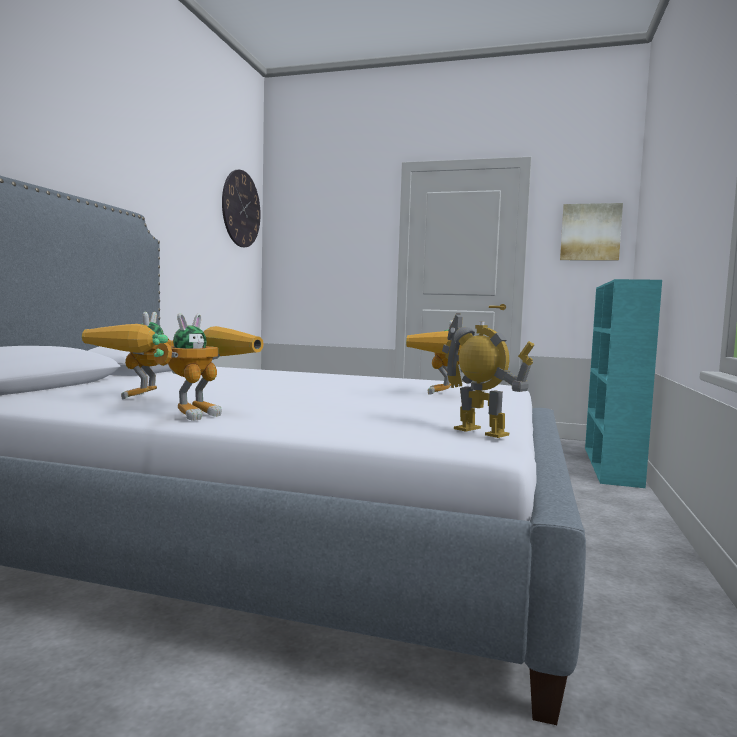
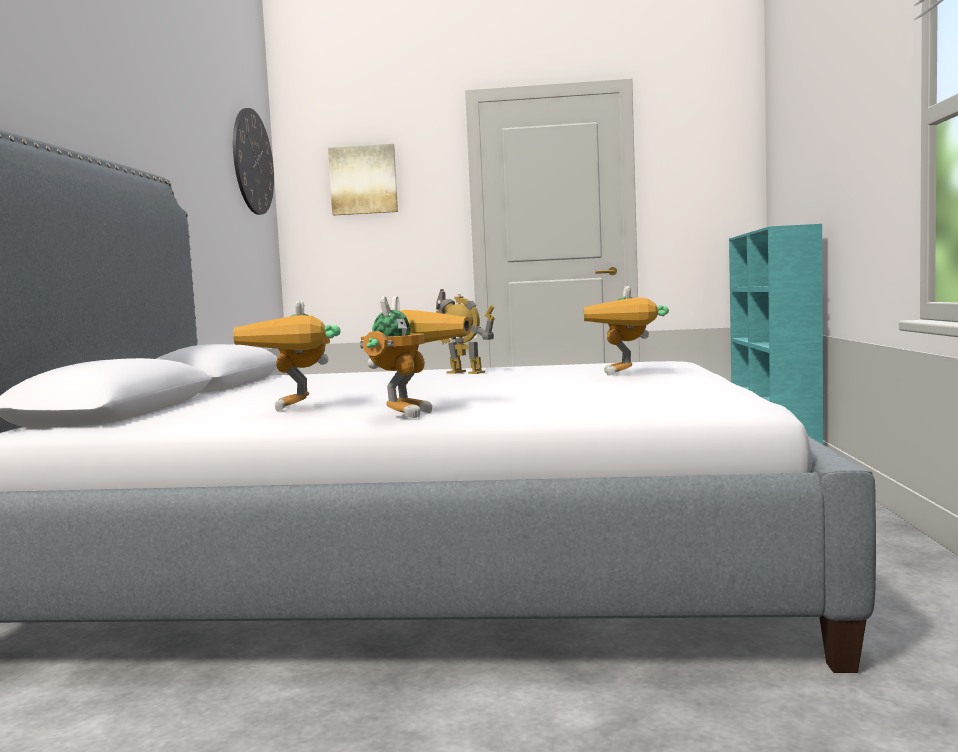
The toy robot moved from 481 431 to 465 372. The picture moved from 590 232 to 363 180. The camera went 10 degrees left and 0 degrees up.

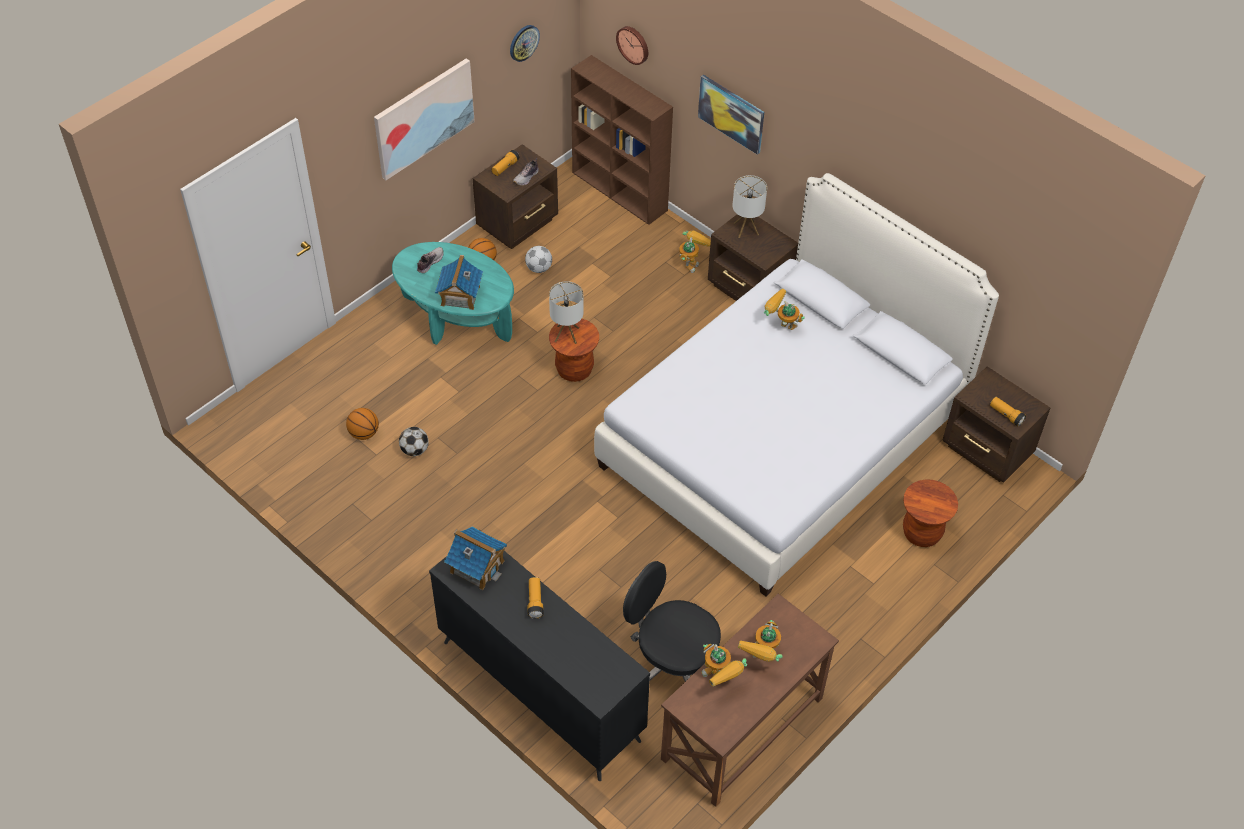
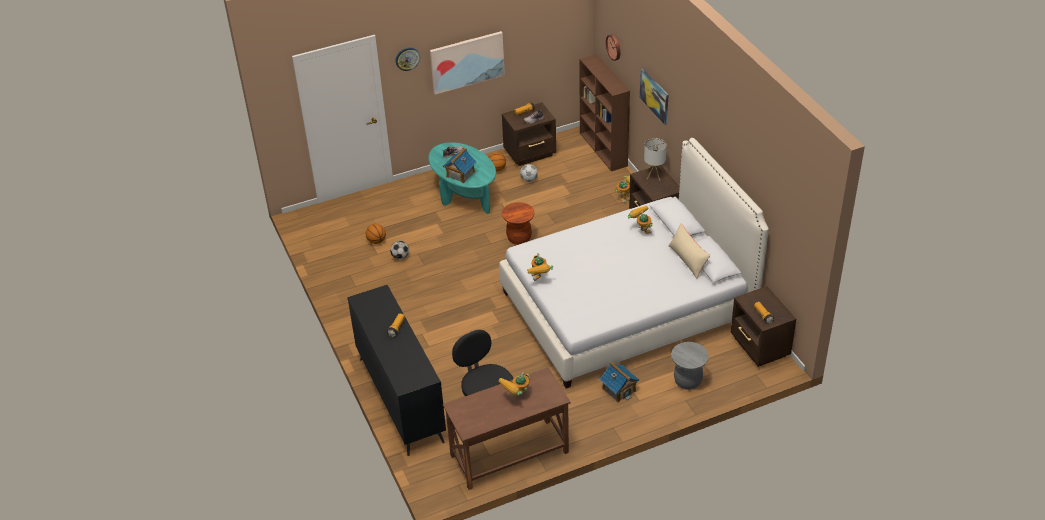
The table lamp at 566 334 disappeared. The beige pillow at 688 260 appeared. The toy house moved from 477 566 to 619 389. The wall clock moved from 523 42 to 407 58. The toy robot moved from 720 680 to 539 279. The brown stool at 921 533 became the grey stool at 687 381. The camera went 25 degrees right and 10 degrees down.

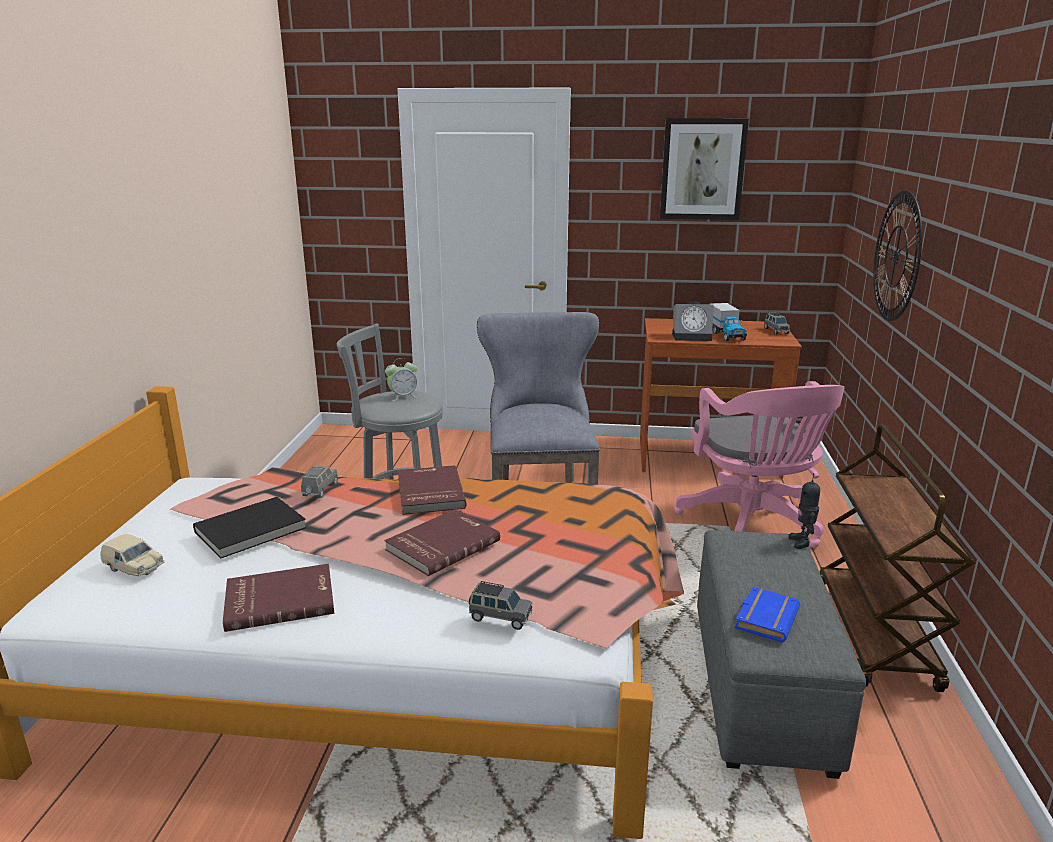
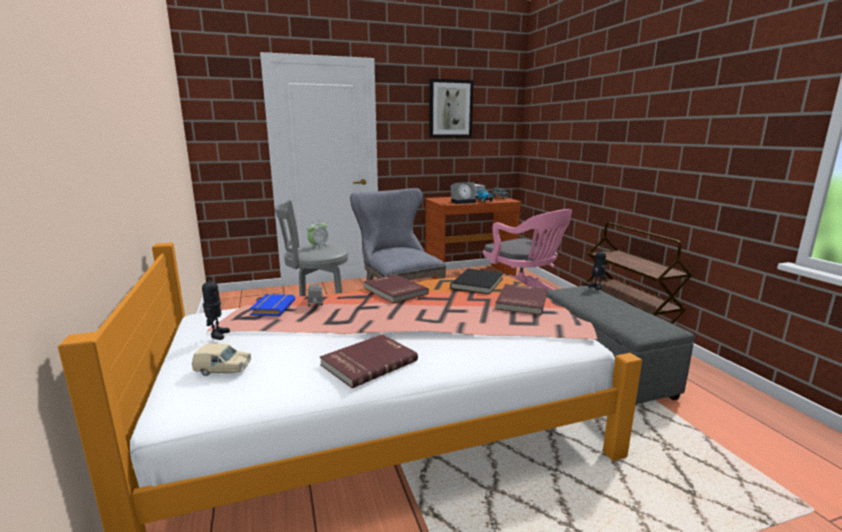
The grey toy car at 499 618 disappeared. The wall clock at 896 256 disappeared. The toy robot at 217 335 appeared. The black book moved from 251 531 to 478 283. The red book moved from 441 544 to 520 301. The blue book moved from 765 618 to 272 308. The camera went 25 degrees left and 5 degrees down.

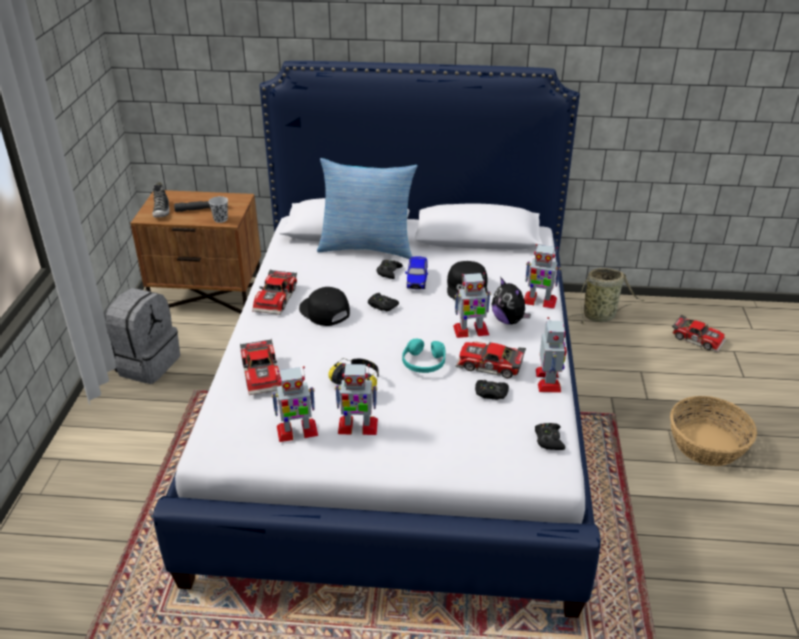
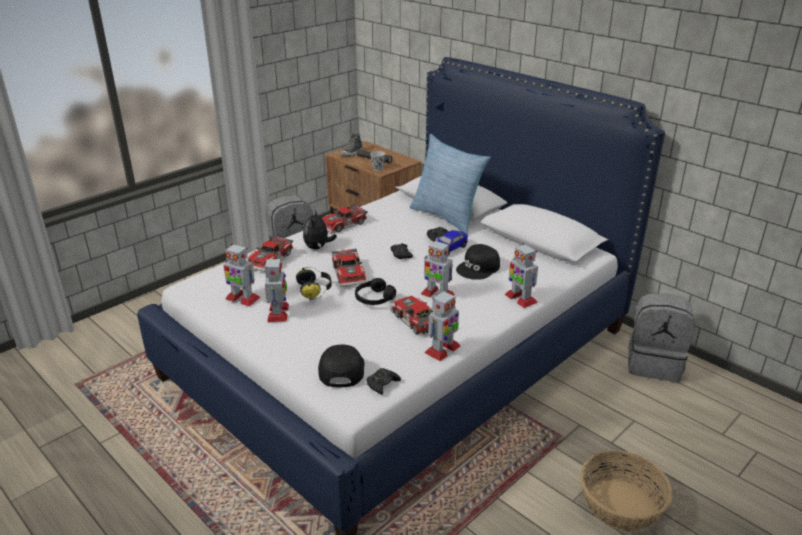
The black game controller at 491 393 disappeared. The black cap moved from 324 311 to 340 369. The plush toy moved from 509 320 to 318 247. The toy car moved from 698 338 to 350 273. The basket at 601 316 was replaced by the grey backpack at 654 364. The turquoise headphones at 423 363 became the black headphones at 374 298. The toy robot at 357 426 turned 135 degrees counterclockwise. The camera went 40 degrees right and 5 degrees down.

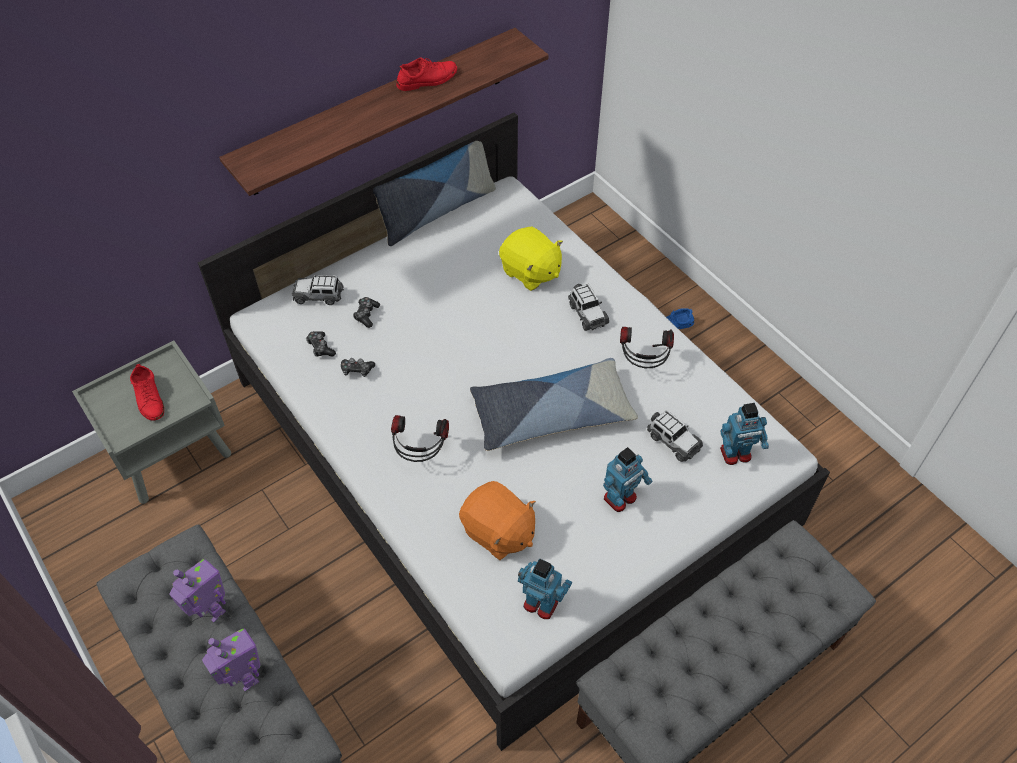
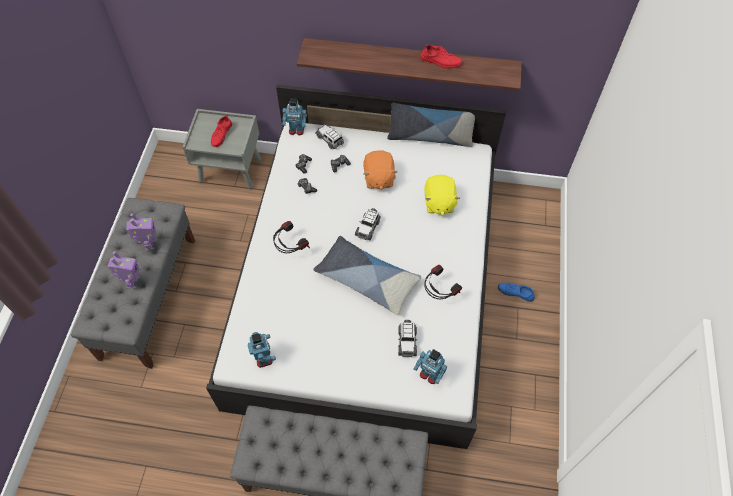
The orange plush toy moved from 498 532 to 378 178. The toy car moved from 587 313 to 368 228. The toy robot moved from 620 498 to 296 130. The camera went 45 degrees right and 5 degrees up.

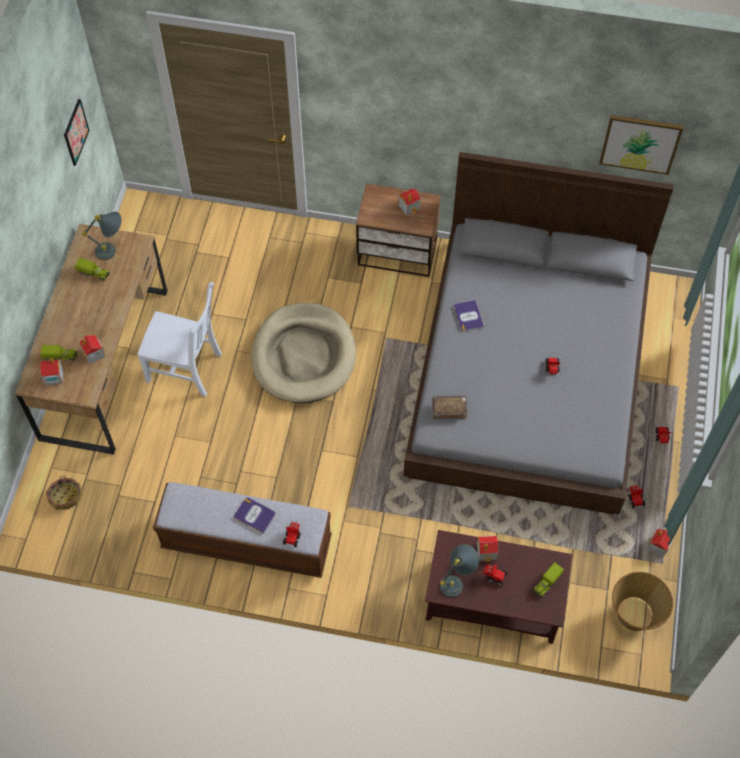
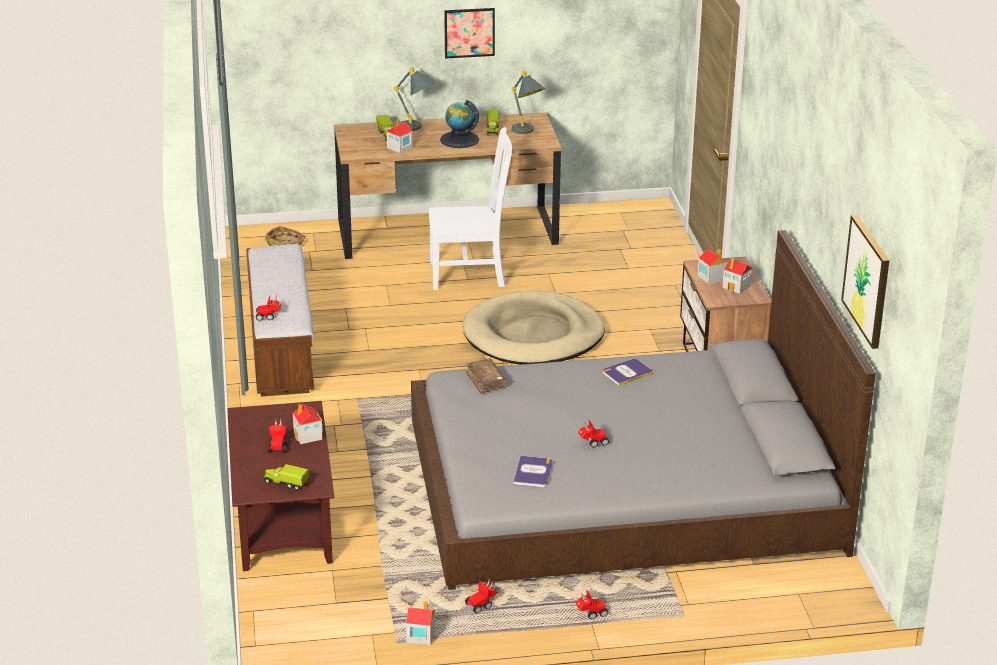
The basket at 634 614 disappeared. The globe at 459 140 appeared. The toy house moved from 53 376 to 711 277. The picture moved from 75 132 to 469 32. The book moved from 254 515 to 533 472. The grey table lamp moved from 457 581 to 417 128. The white chair at 187 368 turned 90 degrees counterclockwise. The camera went 70 degrees right and 30 degrees down.

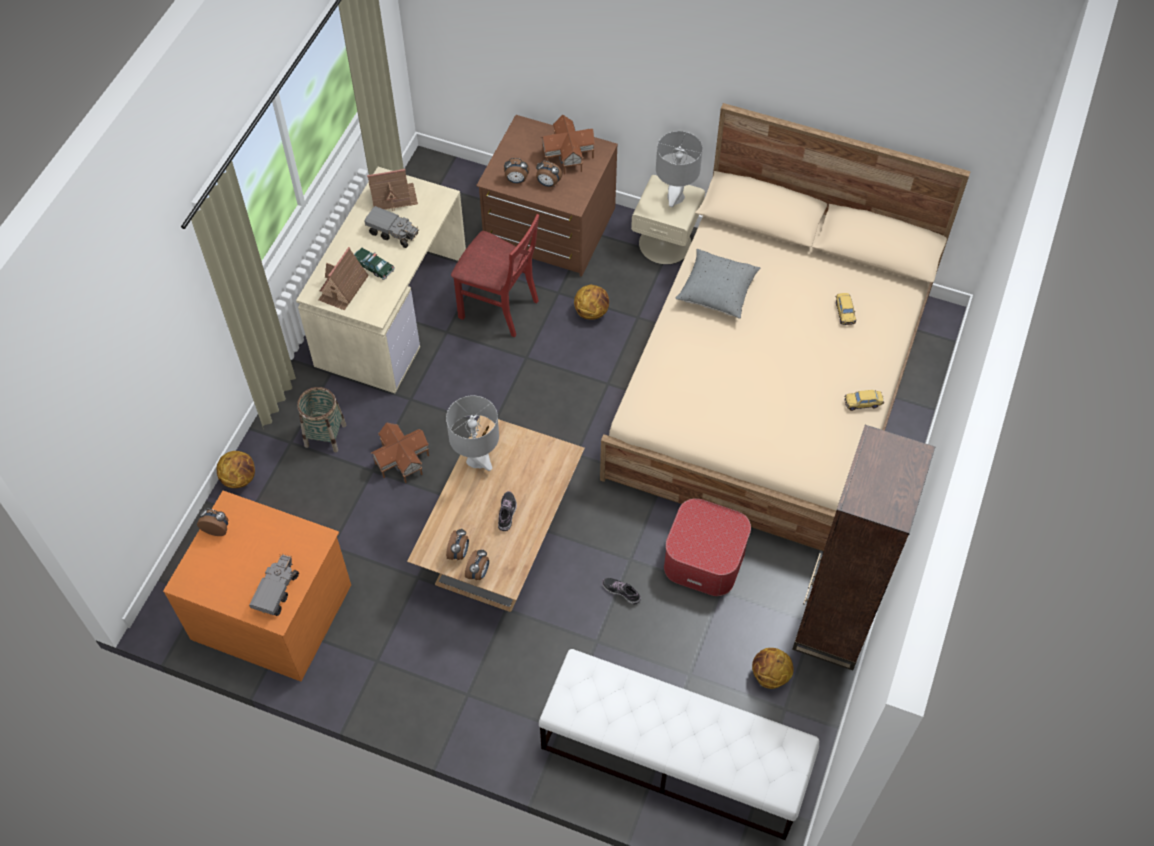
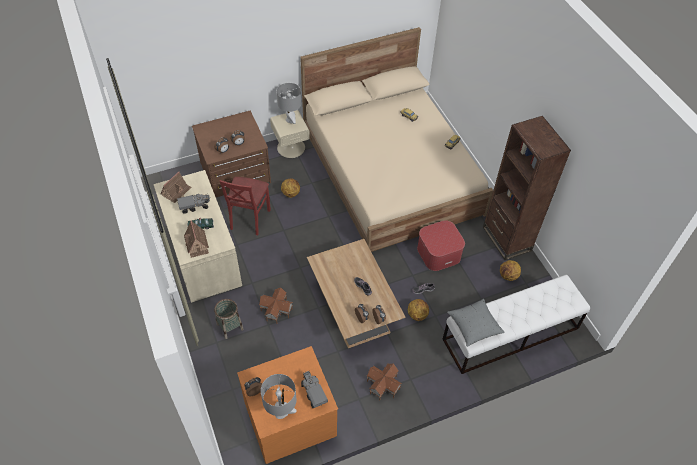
The basketball moved from 240 478 to 417 314. The grey table lamp moved from 476 460 to 281 413. The toy house moved from 567 155 to 382 385. The grey pillow moved from 717 292 to 474 326. The red chair at 499 307 turned 120 degrees clockwise. The camera went 45 degrees left and 5 degrees down.

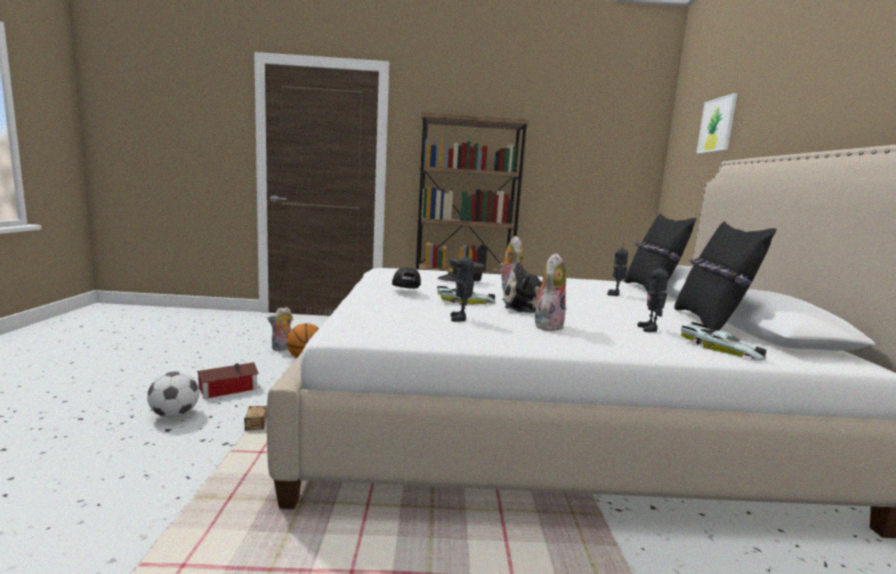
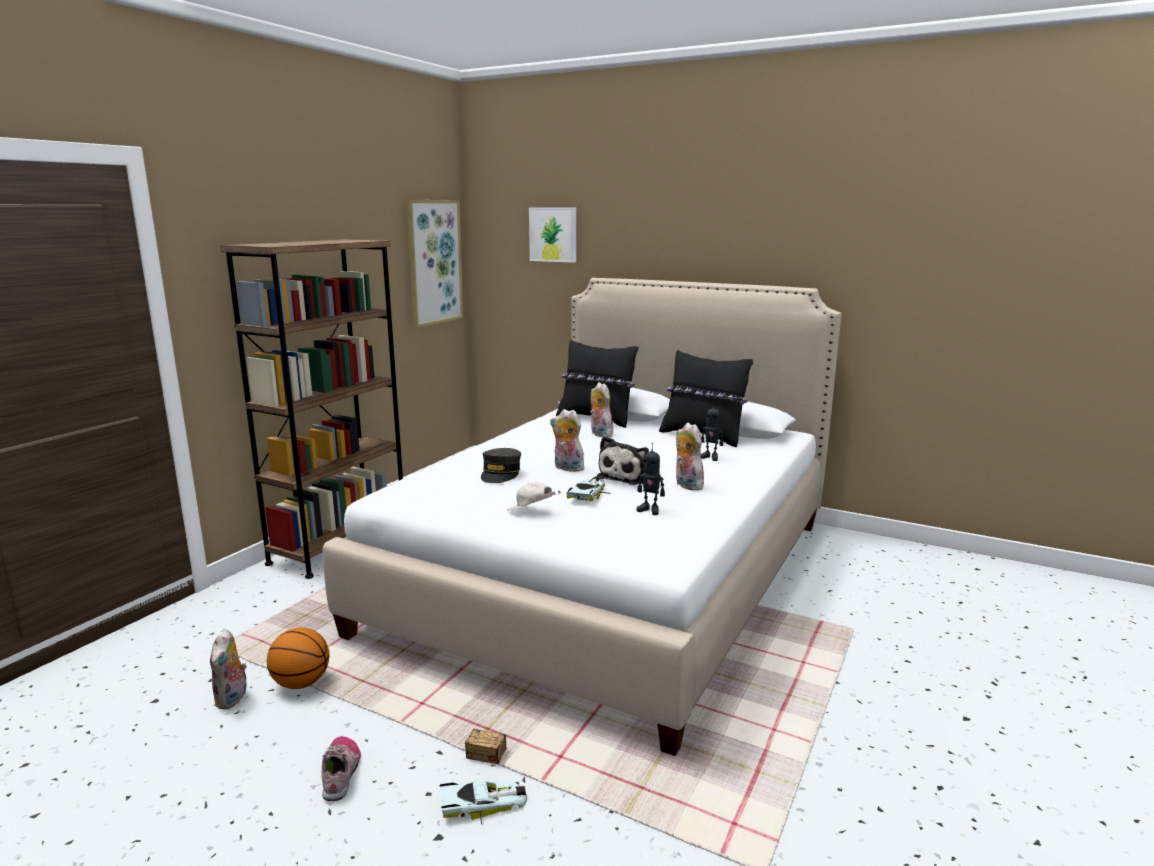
The football at 175 415 disappeared. The picture at 434 262 appeared. The toy car moved from 721 348 to 483 804. The toy house at 226 388 was replaced by the shoe at 341 772. The toy robot at 615 294 was replaced by the plush toy at 599 434. The black cap at 405 292 became the white cap at 531 511. The camera went 60 degrees left and 5 degrees up.

